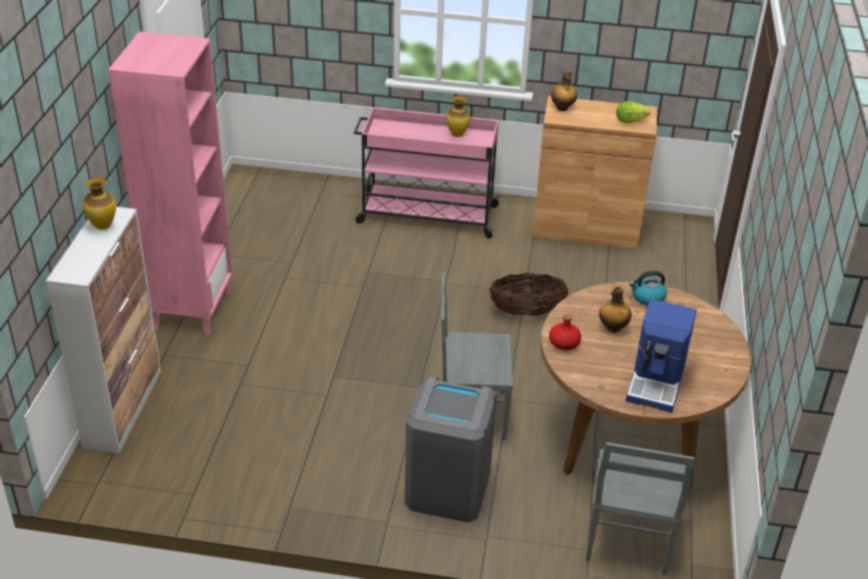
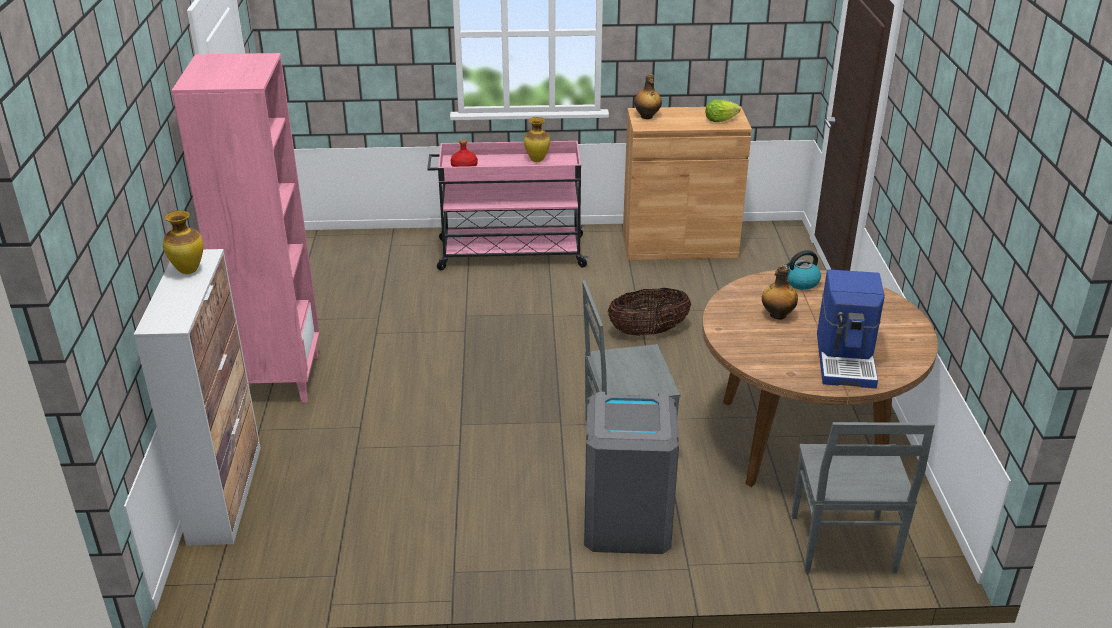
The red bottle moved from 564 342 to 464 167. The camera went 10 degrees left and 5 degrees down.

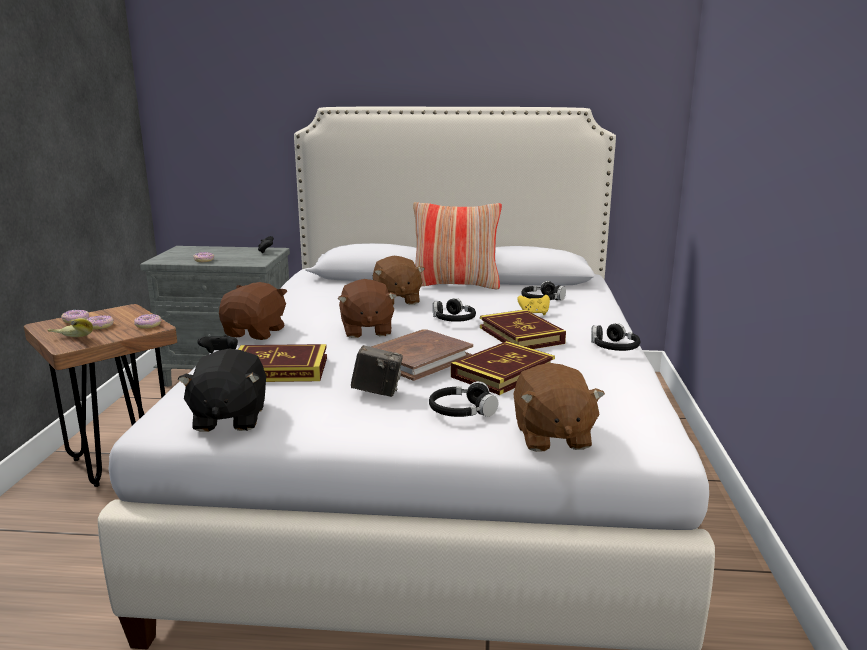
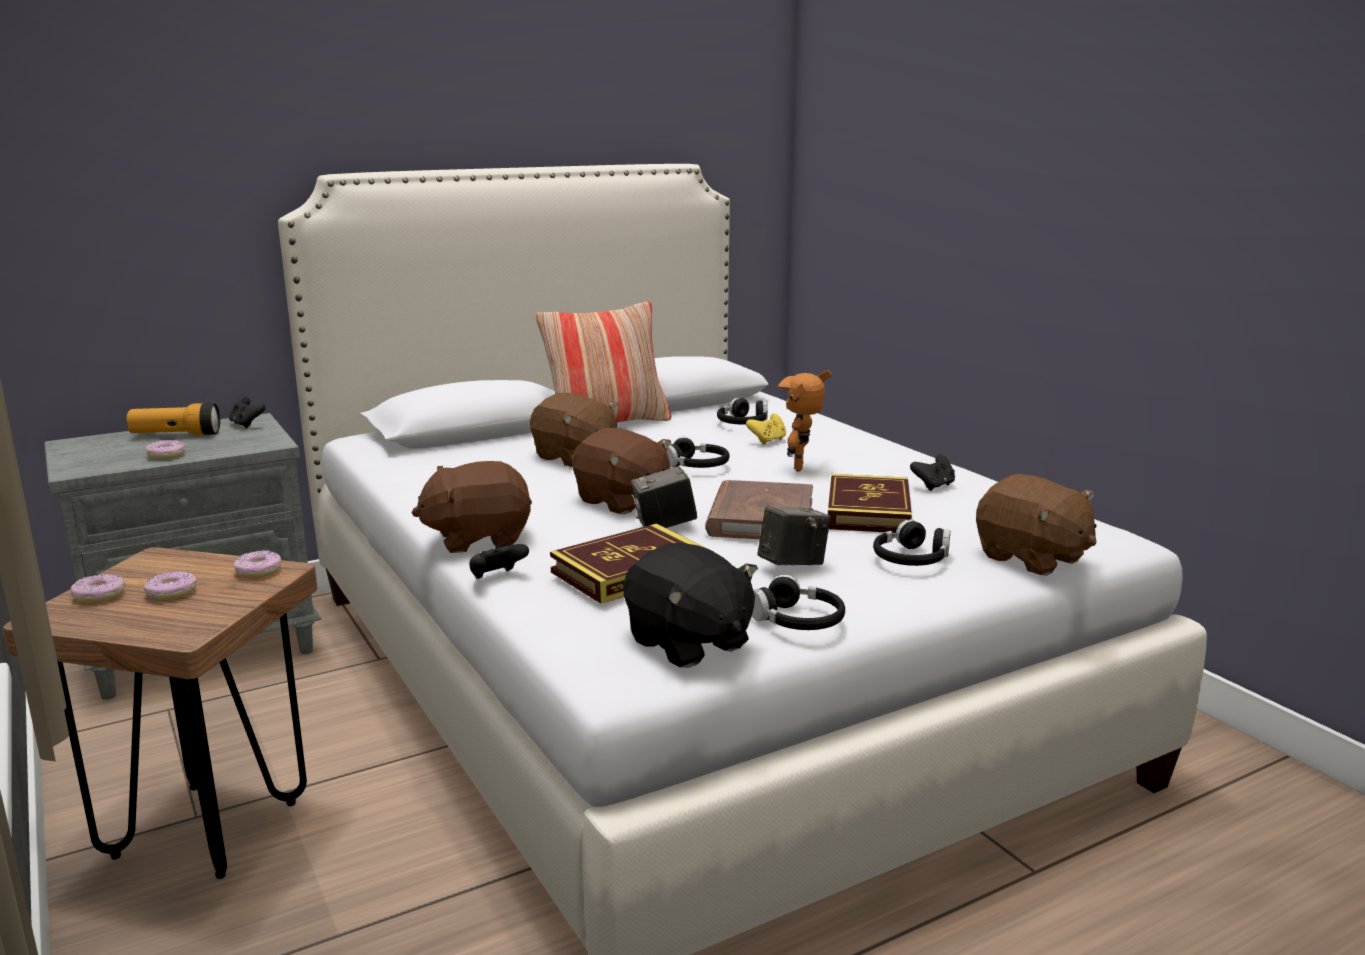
The banana at 69 342 disappeared. The flashlight at 176 435 appeared. The photo camera at 664 526 appeared. The black game controller at 933 486 appeared. The black headphones moved from 613 347 to 797 620. The book at 521 335 was replaced by the toy robot at 803 467. The brown plush toy at 256 332 turned 90 degrees counterclockwise. The camera went 35 degrees left and 0 degrees up.

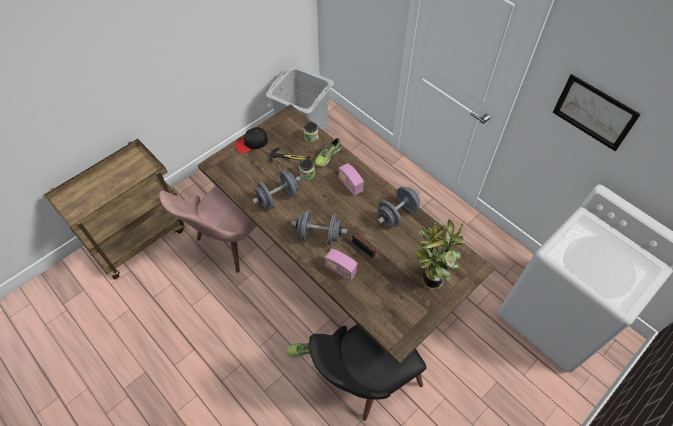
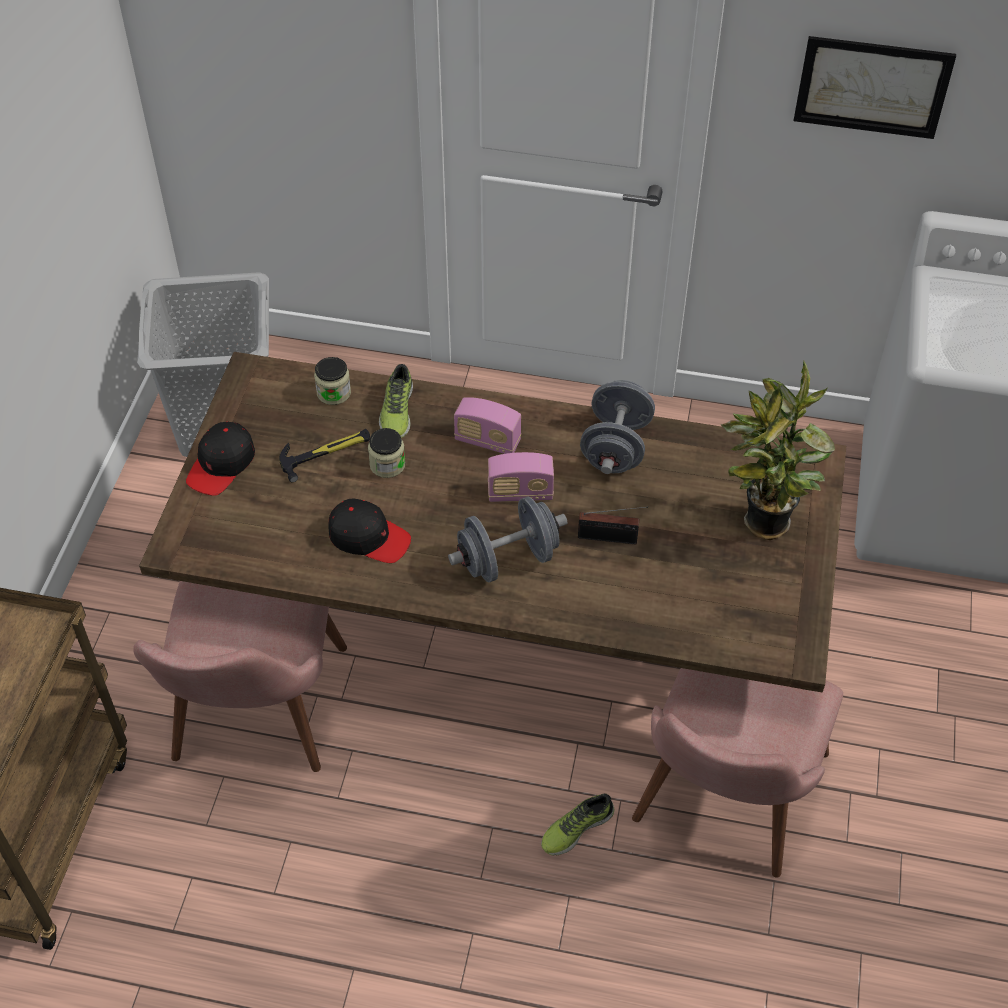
The radio moved from 341 269 to 520 493. The grey dumbbell at 278 198 was replaced by the black cap at 369 537. The black chair at 364 379 became the pink chair at 721 807. The camera went 35 degrees left and 5 degrees down.

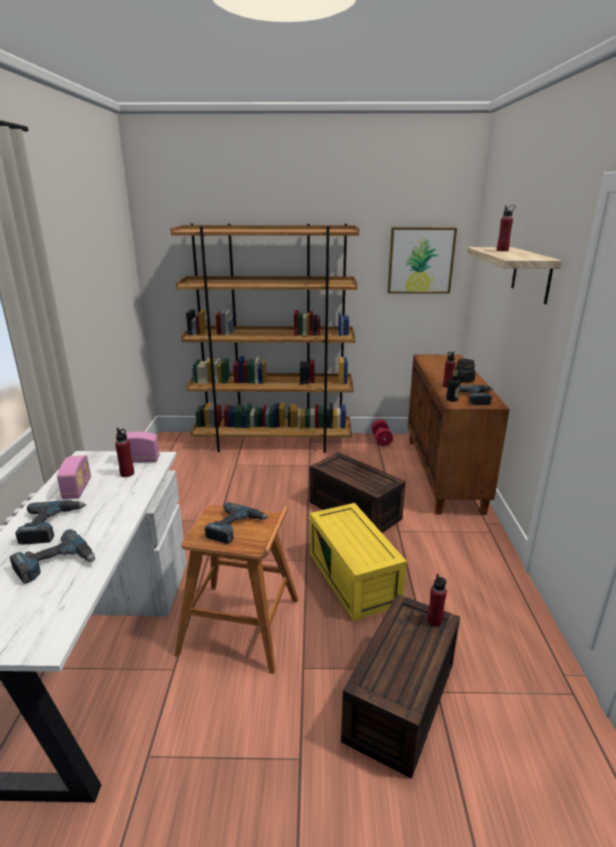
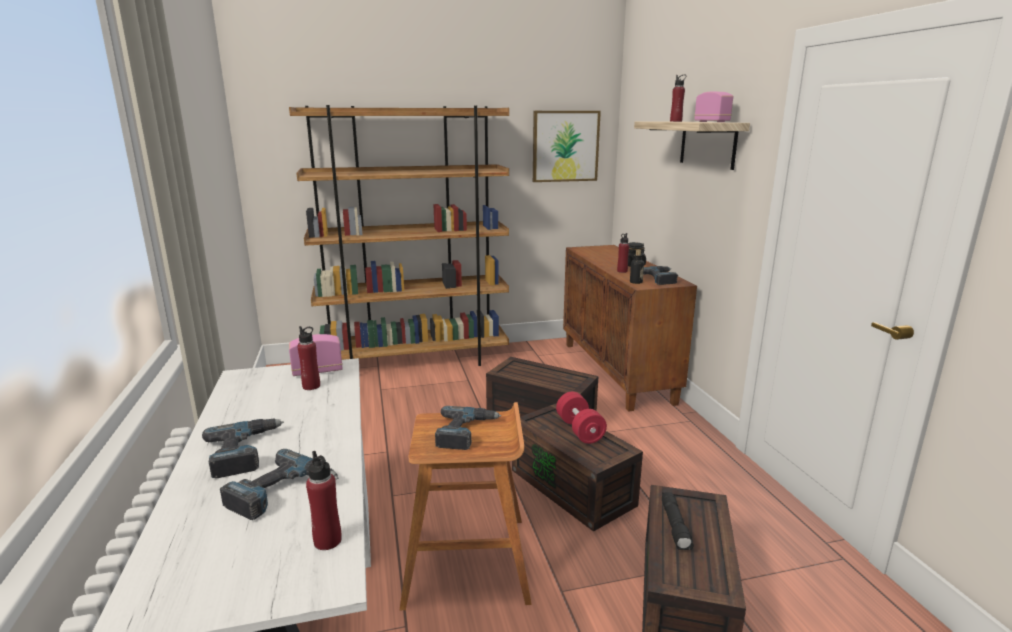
The black flashlight at 675 527 appeared. The radio moved from 77 489 to 711 122. The red dumbbell moved from 381 440 to 580 430. The red bottle moved from 434 620 to 327 541. The yellow storage box at 355 578 became the brown storage box at 574 487. The camera went 15 degrees left and 5 degrees down.

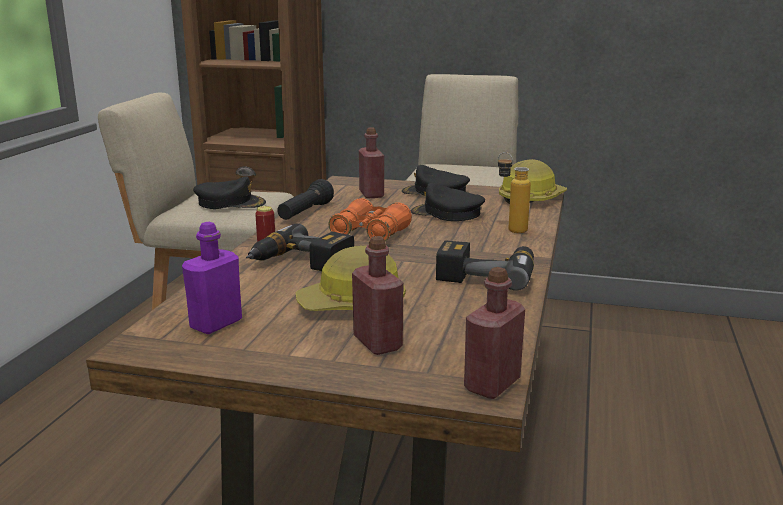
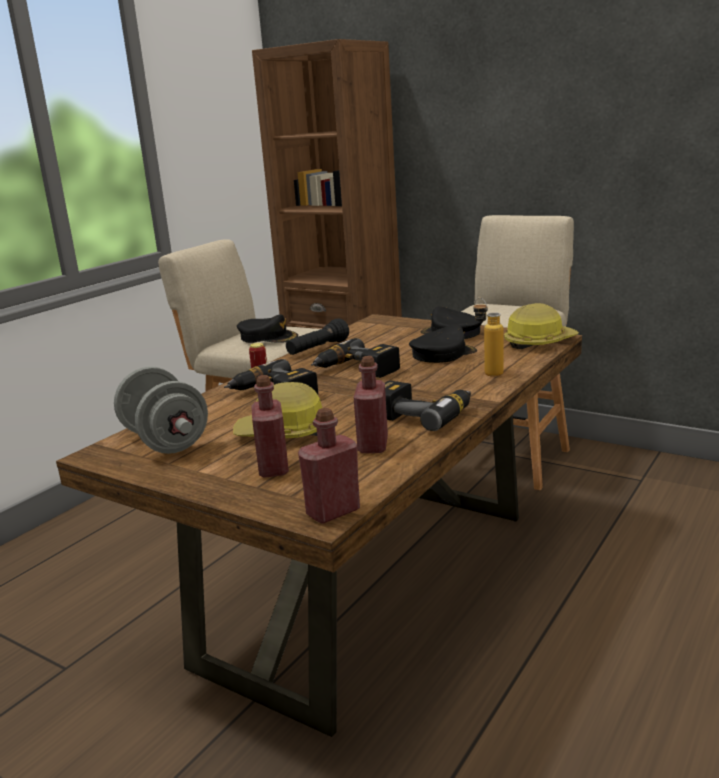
The red bottle moved from 371 194 to 373 445. The purple bottle at 216 324 was replaced by the grey dumbbell at 165 441. The orange binoculars at 370 233 was replaced by the power drill at 355 370. The black cap at 447 213 turned 105 degrees clockwise. The camera went 20 degrees right and 0 degrees up.

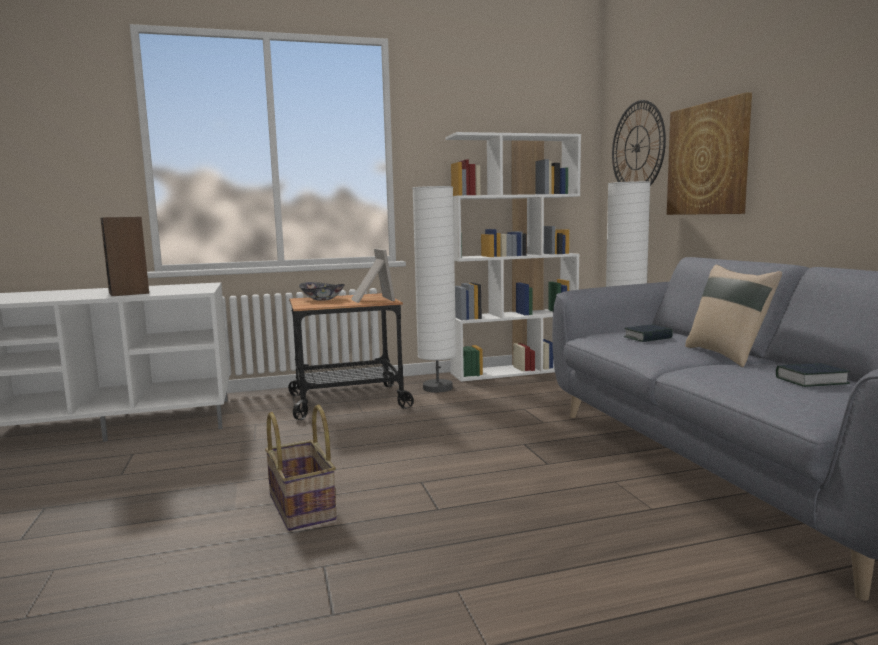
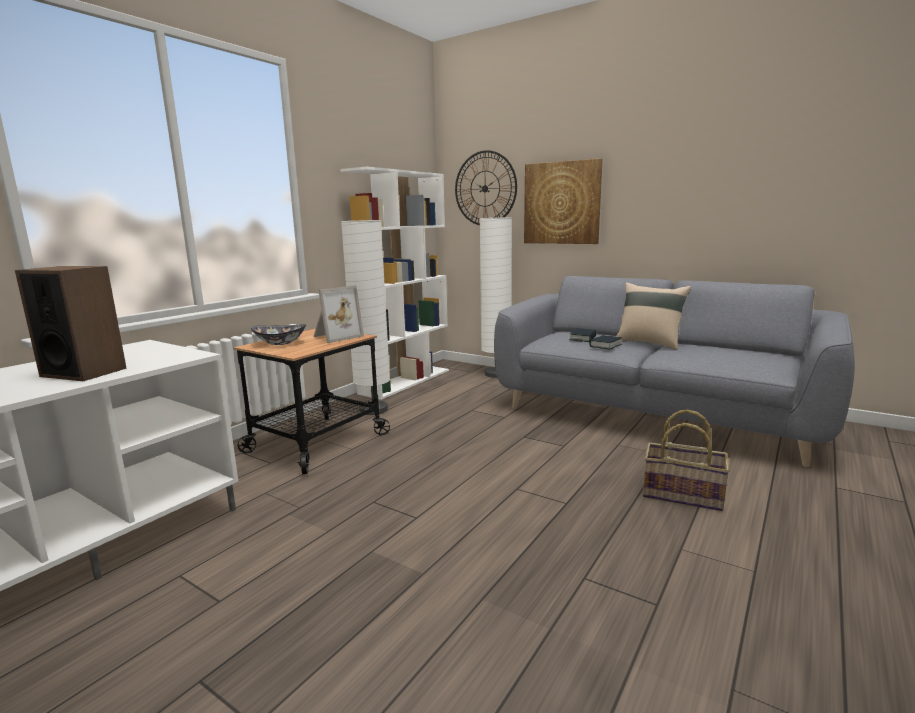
The basket moved from 303 507 to 683 494. The book moved from 811 381 to 605 345. The picture frame at 371 299 turned 105 degrees clockwise. The camera went 40 degrees left and 5 degrees up.

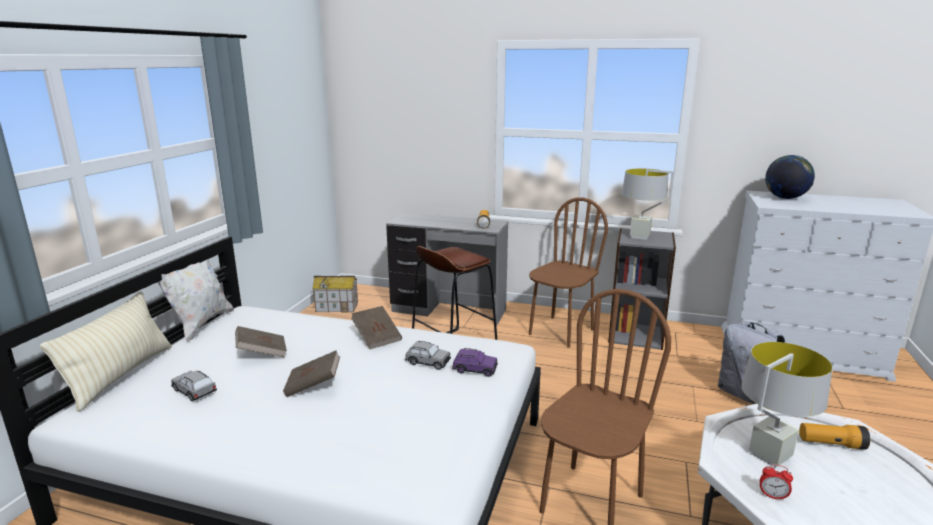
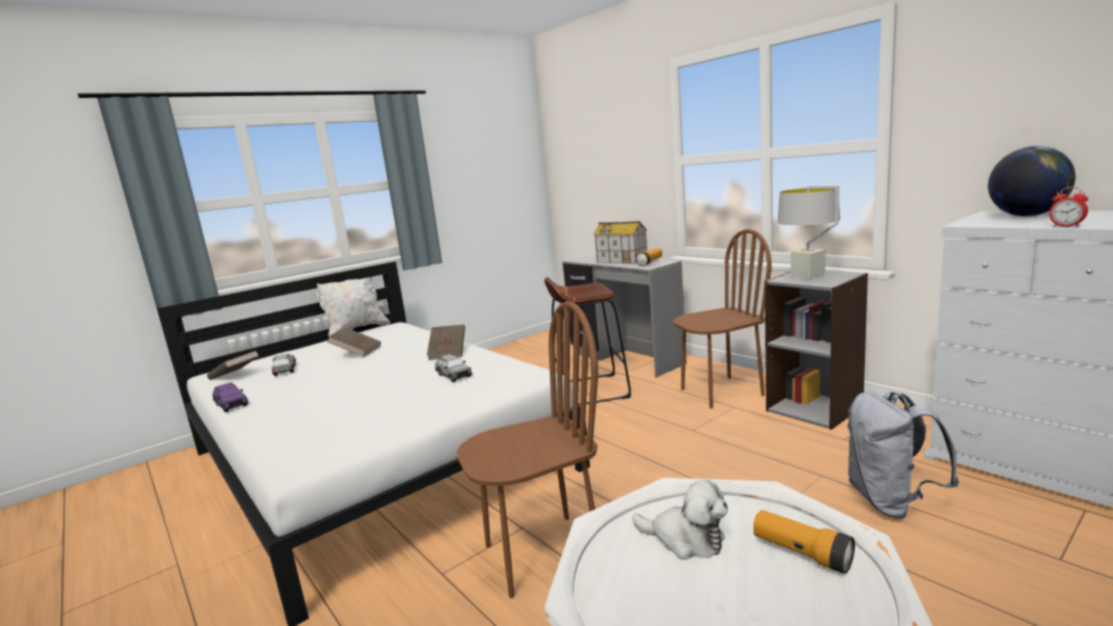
The beige pillow at 121 375 disappeared. The brown book moved from 313 385 to 235 376. The toy house moved from 337 307 to 622 260. The purple toy car moved from 475 369 to 231 405. The alarm clock moved from 772 496 to 1066 226. The grey table lamp at 769 456 was replaced by the plush toy at 685 539. The camera went 35 degrees right and 5 degrees down.

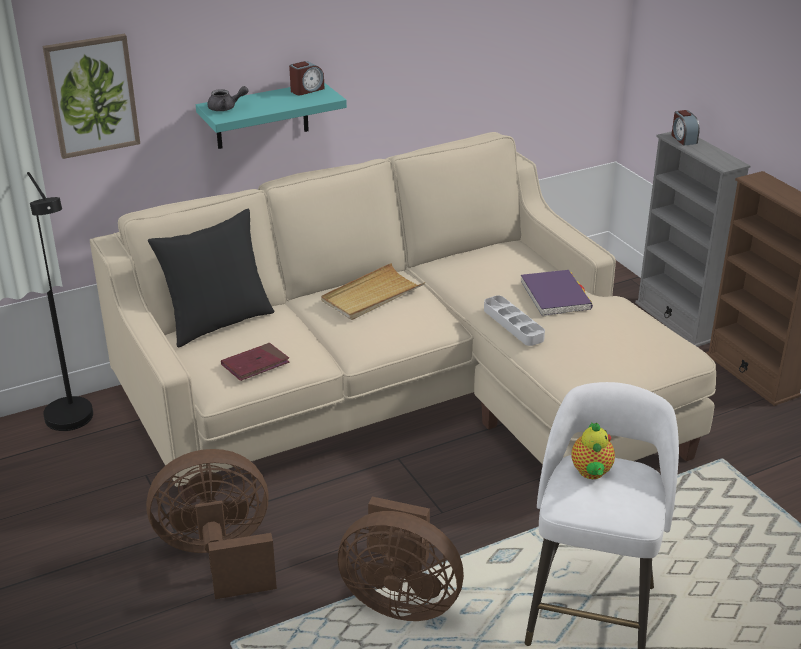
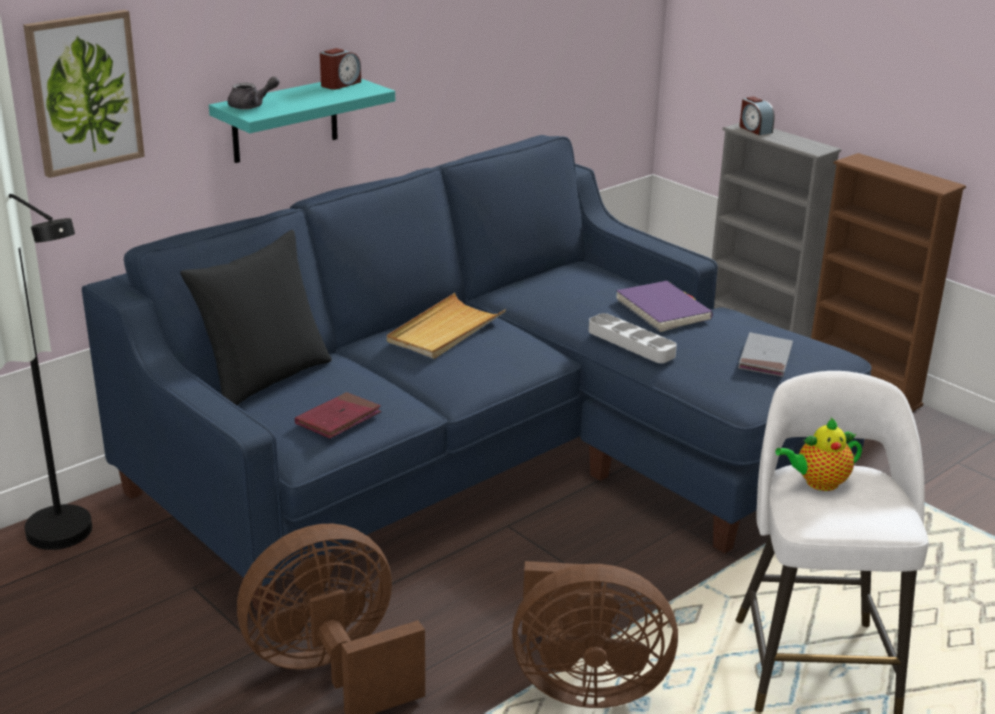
The grey book at 765 358 appeared. The beige sofa at 408 396 became the blue sofa at 489 456. The teapot at 591 473 turned 90 degrees clockwise. The camera went 15 degrees left and 5 degrees down.

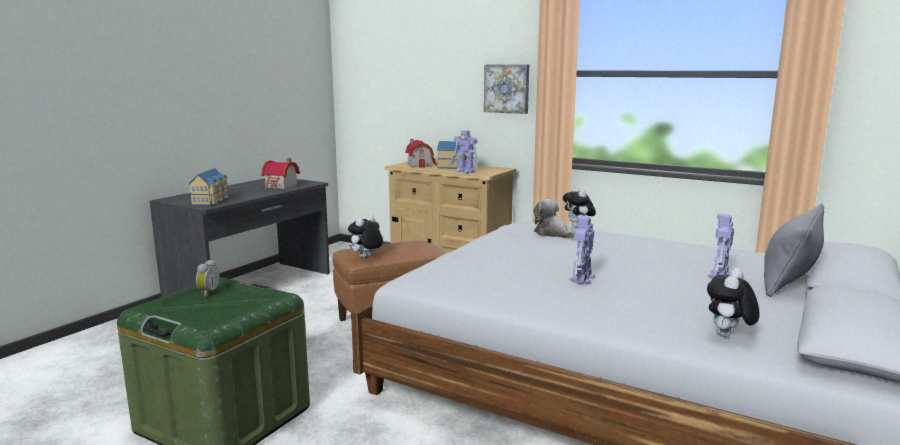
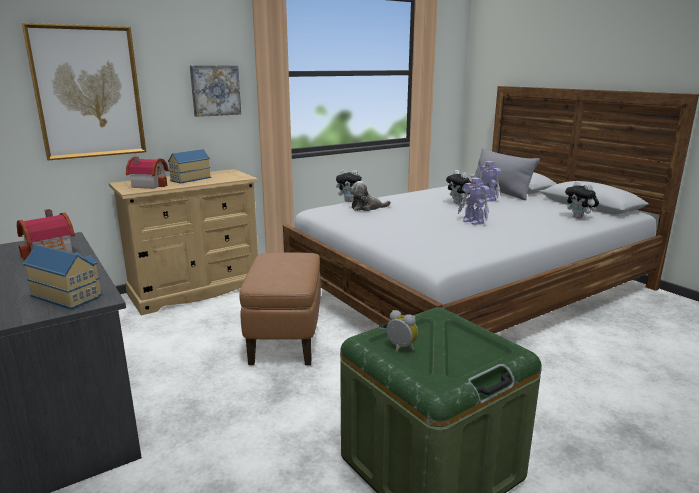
The toy robot at 465 171 disappeared. The picture at 88 92 appeared. The plush toy moved from 366 257 to 459 203. The camera went 65 degrees left and 5 degrees up.

